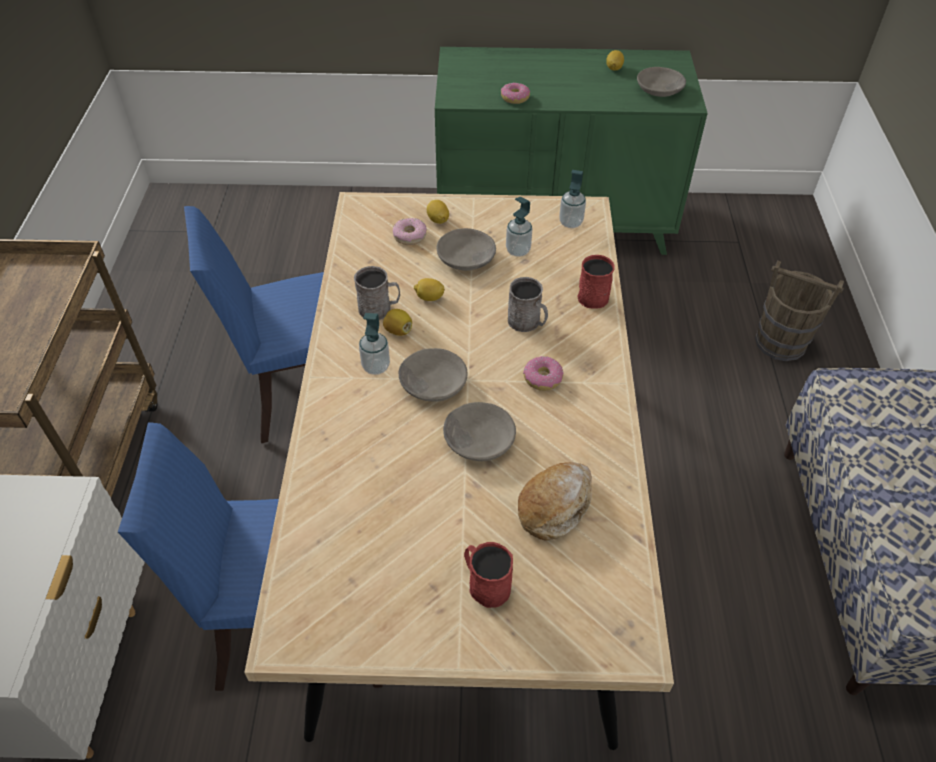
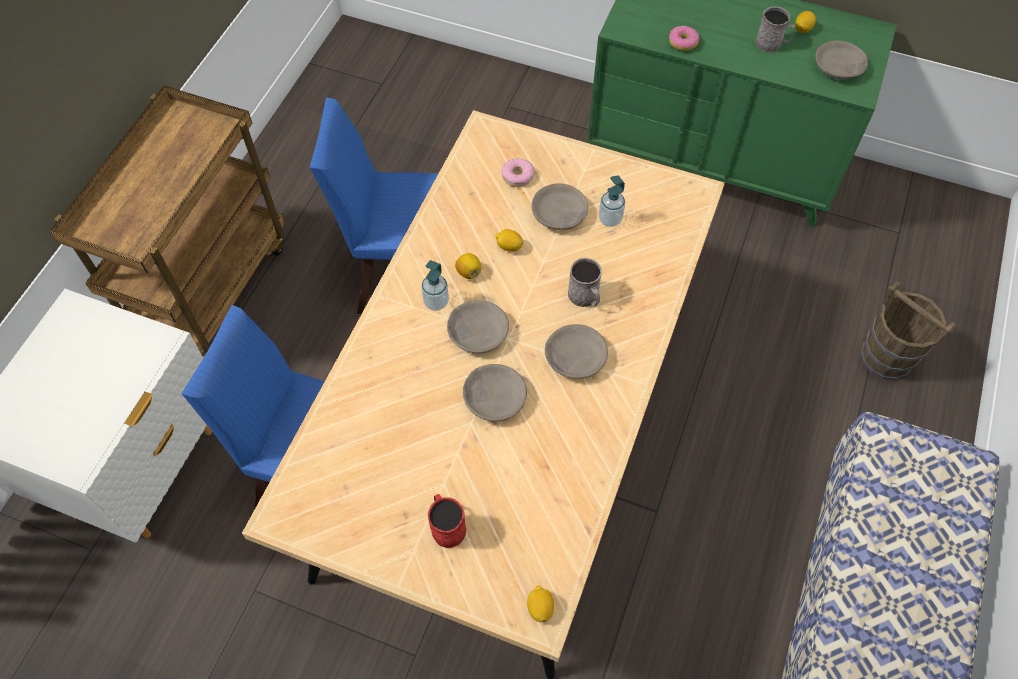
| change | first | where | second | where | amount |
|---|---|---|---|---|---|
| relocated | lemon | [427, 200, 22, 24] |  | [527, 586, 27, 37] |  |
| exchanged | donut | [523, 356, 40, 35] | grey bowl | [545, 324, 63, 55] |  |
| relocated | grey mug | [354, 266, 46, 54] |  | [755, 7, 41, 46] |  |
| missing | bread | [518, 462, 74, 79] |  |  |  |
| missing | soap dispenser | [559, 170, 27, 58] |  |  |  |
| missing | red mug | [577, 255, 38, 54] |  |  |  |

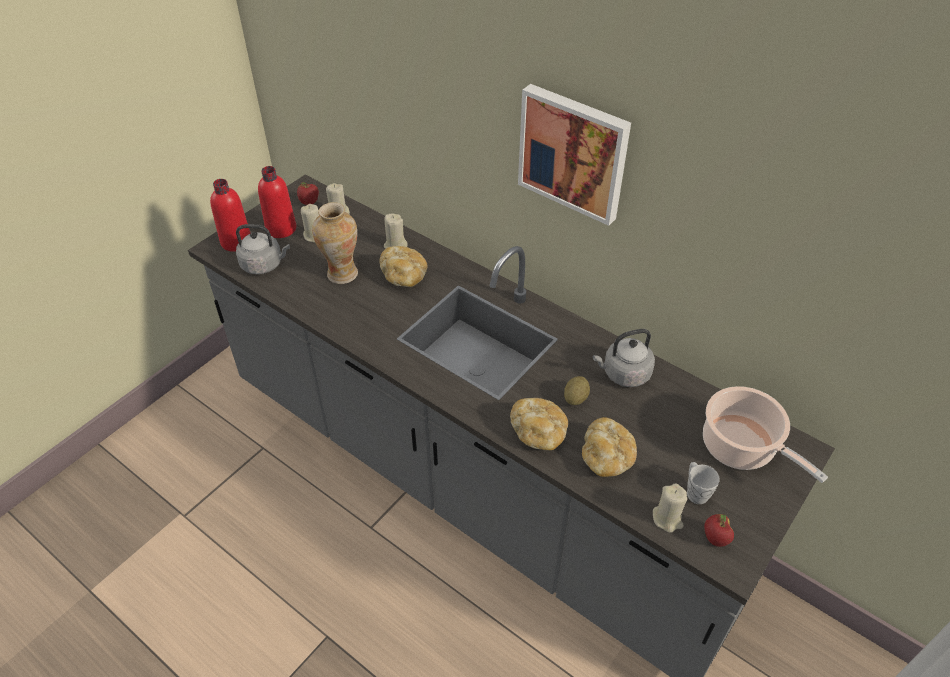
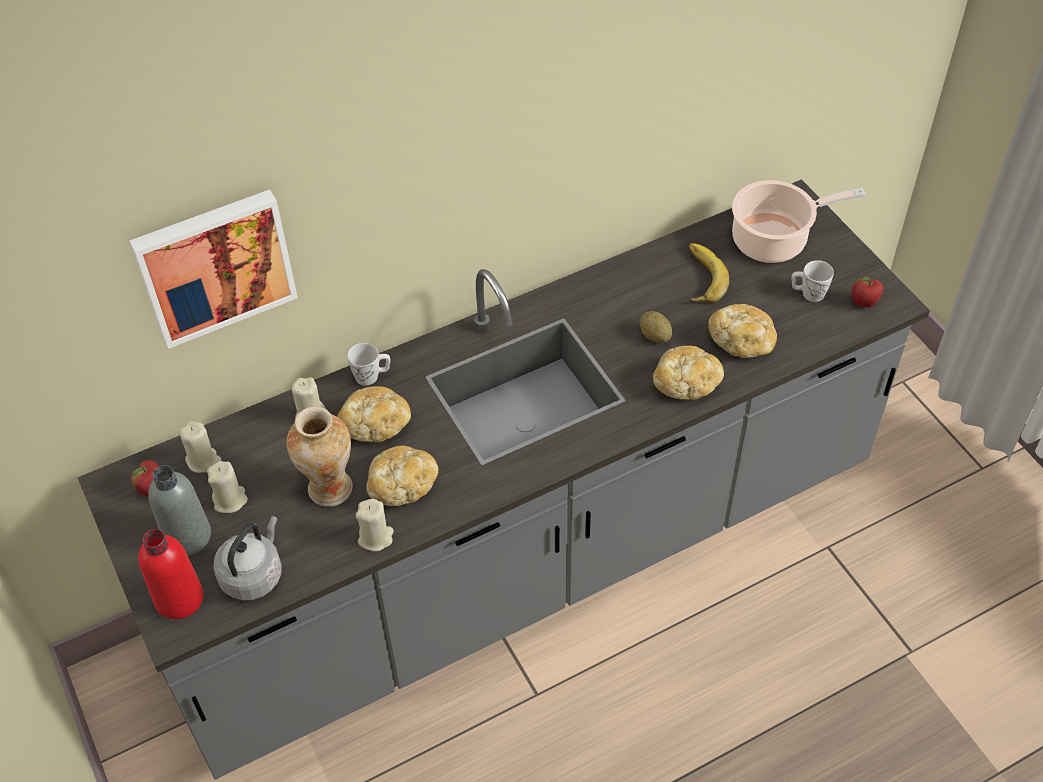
| change | first | where | second | where | amount |
|---|---|---|---|---|---|
| relocated | picture | [518, 84, 113, 142] |  | [130, 189, 168, 160] |  |
| colour | red bottle | [258, 166, 38, 72] | grey bottle | [148, 465, 63, 91] |  |
| appeared |  |  | white mug | [348, 343, 42, 43] |  |
| relocated | beige candle | [653, 483, 34, 50] |  | [356, 499, 38, 52] |  |
| appeared |  |  | bread | [366, 445, 73, 61] |  |
| appeared |  |  | banana | [689, 243, 40, 60] |  |
| missing | grey kettle | [593, 329, 62, 58] |  |  |  |

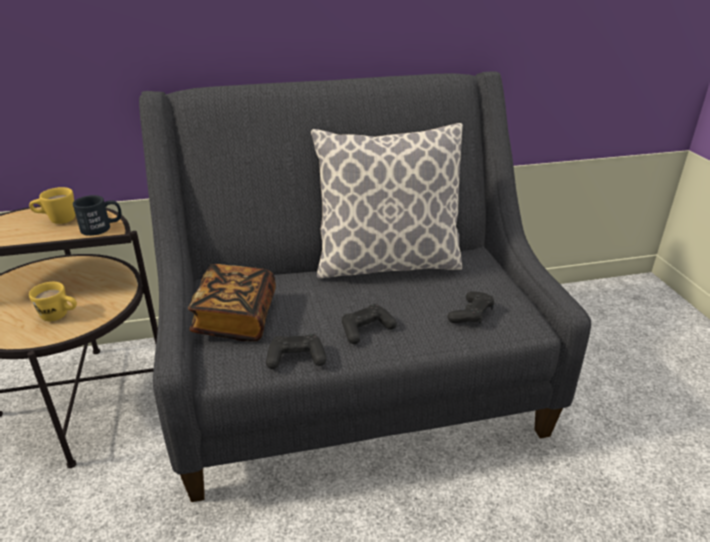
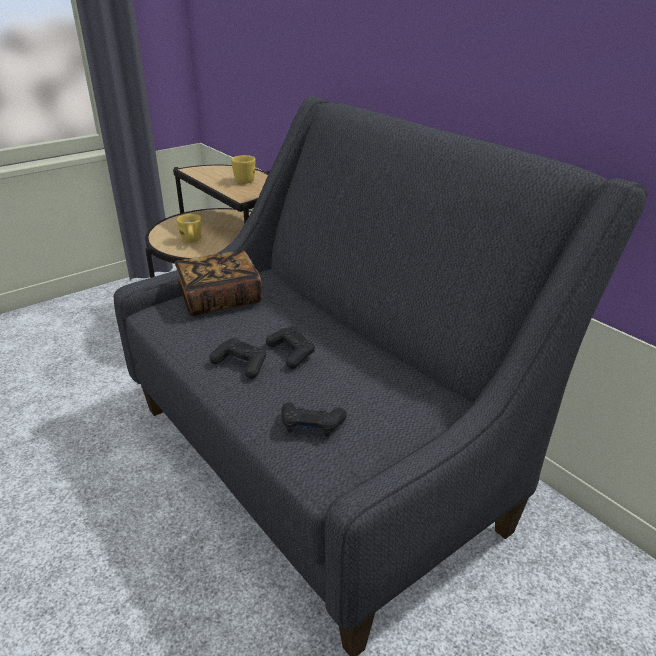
| change | first | where | second | where | amount |
|---|---|---|---|---|---|
| relocated | black game controller | [266, 334, 60, 35] |  | [266, 327, 49, 42] |  |
| missing | black mug | [73, 195, 48, 41] |  |  |  |
| missing | pillow | [311, 123, 152, 156] |  |  |  |

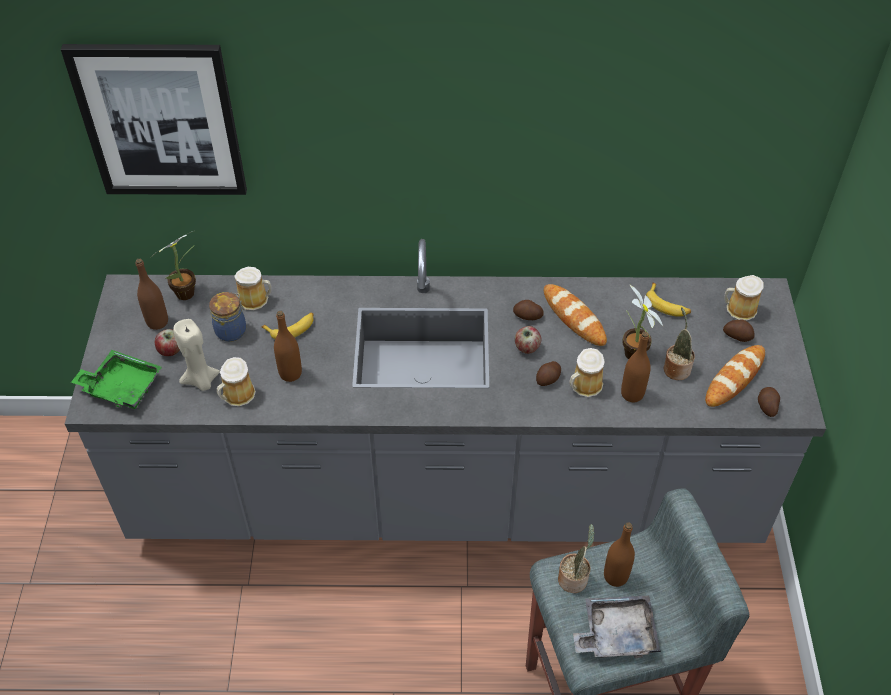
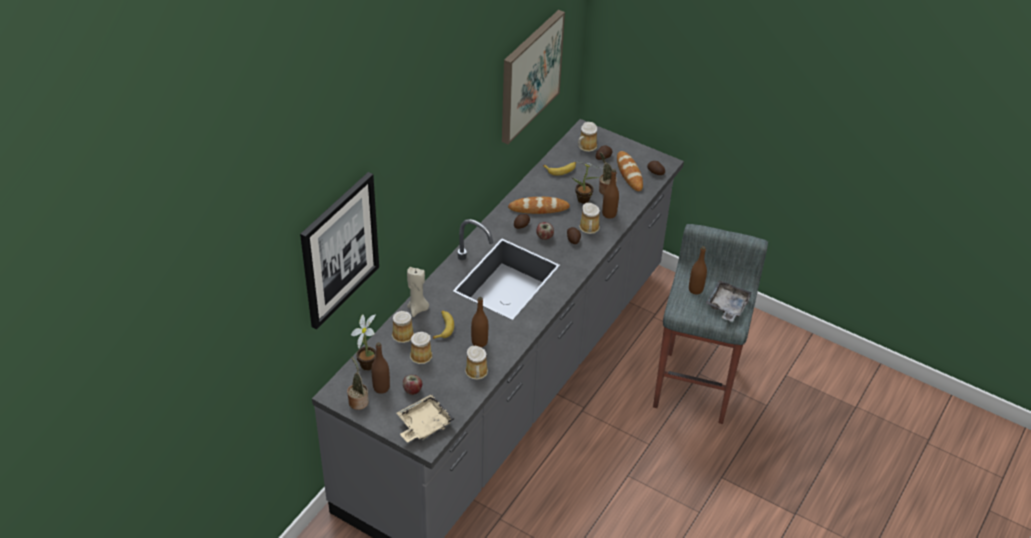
| change | first | where | second | where | amount |
|---|---|---|---|---|---|
| relocated | potted plant | [558, 524, 37, 69] |  | [347, 357, 22, 53] |  |
| colour | green tray | [71, 350, 91, 59] | beige tray | [397, 394, 57, 49] |  |
| relocated | beige candle | [173, 319, 47, 72] |  | [407, 267, 22, 50] |  |
| exchanged | jar | [209, 292, 37, 50] | mug | [410, 332, 22, 32] |  |
| appeared |  |  | picture | [502, 10, 63, 134] |  |

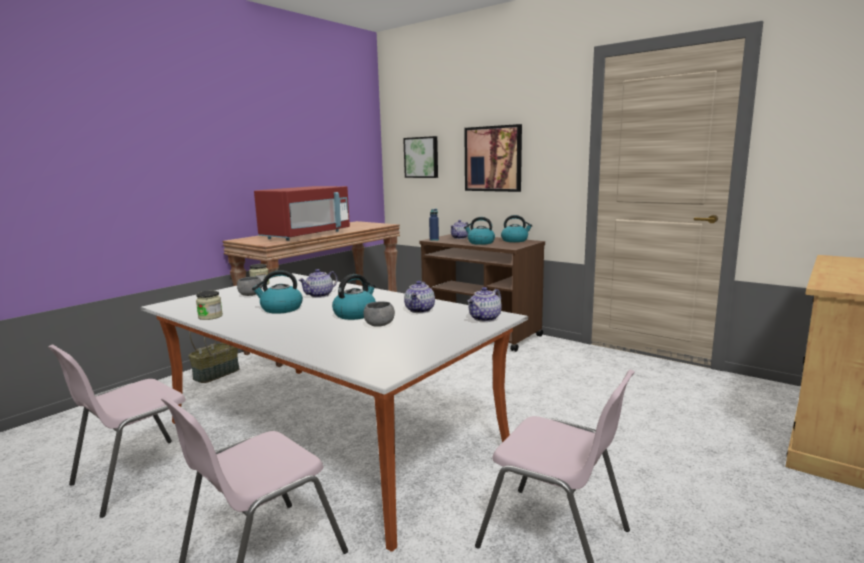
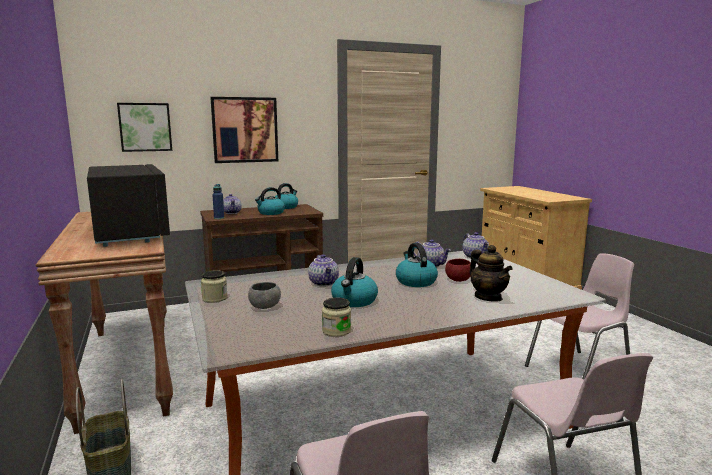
| change | first | where | second | where | amount |
|---|---|---|---|---|---|
| colour | red microwave | [254, 186, 96, 55] | black microwave | [87, 164, 83, 83] |  |
| colour | grey bowl | [363, 302, 32, 25] | red bowl | [445, 259, 25, 23] |  |
| appeared |  |  | teapot | [470, 245, 43, 57] |  |

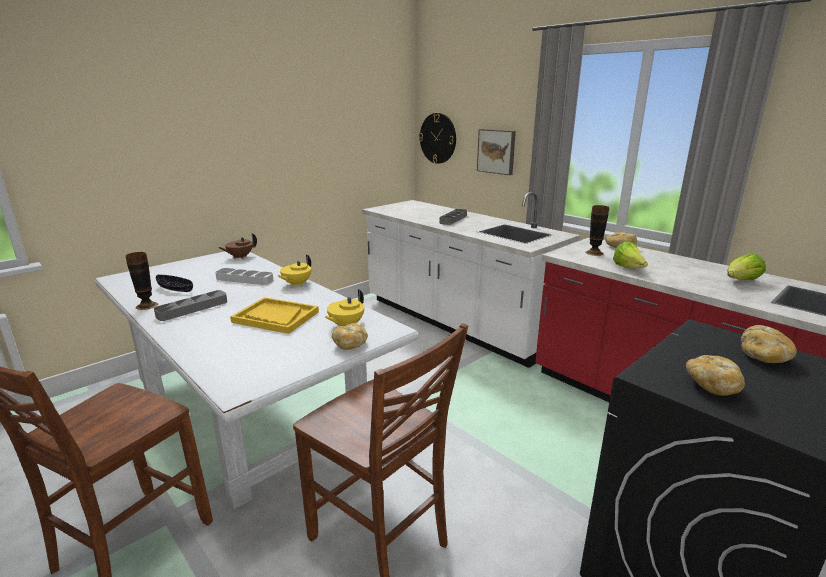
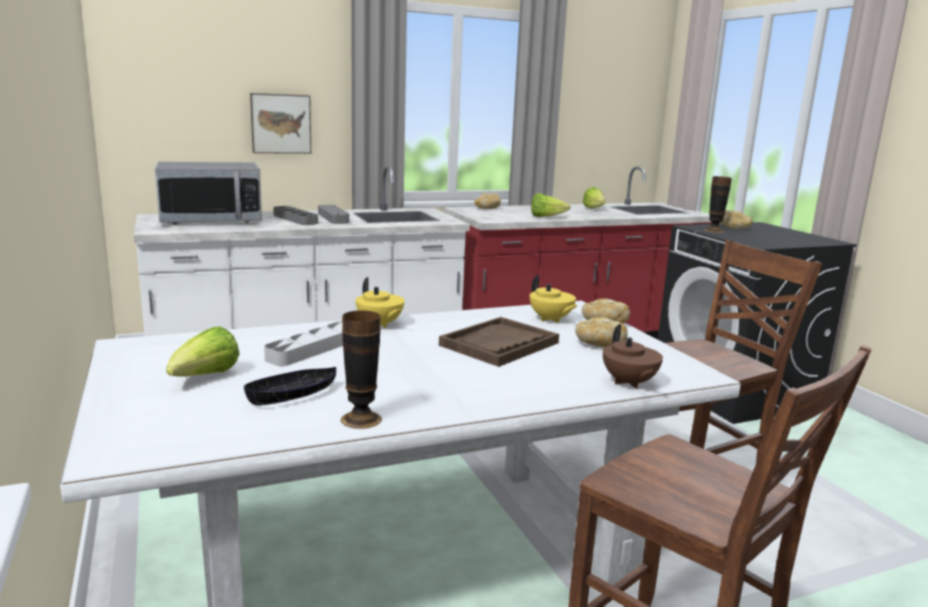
| change | first | where | second | where | amount |
|---|---|---|---|---|---|
| appeared |  |  | microwave | [155, 162, 107, 62] |  |
| appeared |  |  | lettuce | [166, 326, 74, 51] |  |
| relocated | grey tray | [154, 290, 73, 31] |  | [318, 205, 31, 19] |  |
| colour | yellow tray | [230, 297, 89, 37] | brown tray | [439, 317, 120, 50] |  |
| relocated | bread | [686, 355, 59, 41] |  | [575, 317, 53, 31] |  |
| relocated | brown teapot | [218, 233, 39, 26] |  | [603, 324, 60, 65] |  |
| relocated | vase | [585, 205, 24, 51] |  | [705, 176, 27, 57] |  |
| missing | wall clock | [419, 113, 37, 51] |  |  |  |

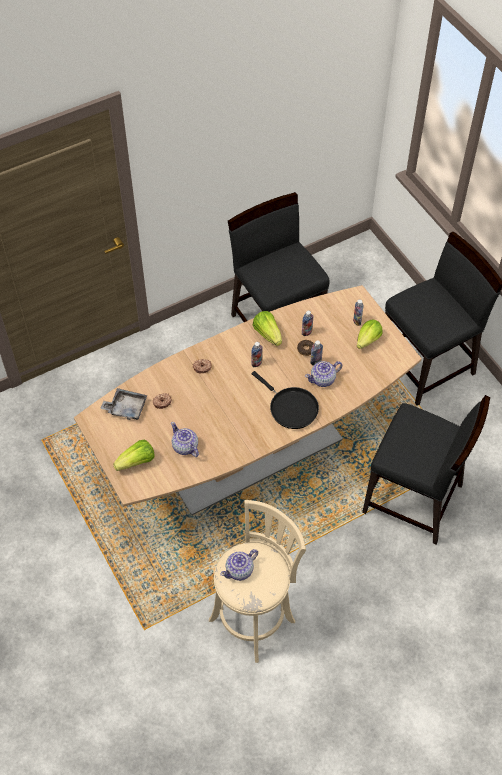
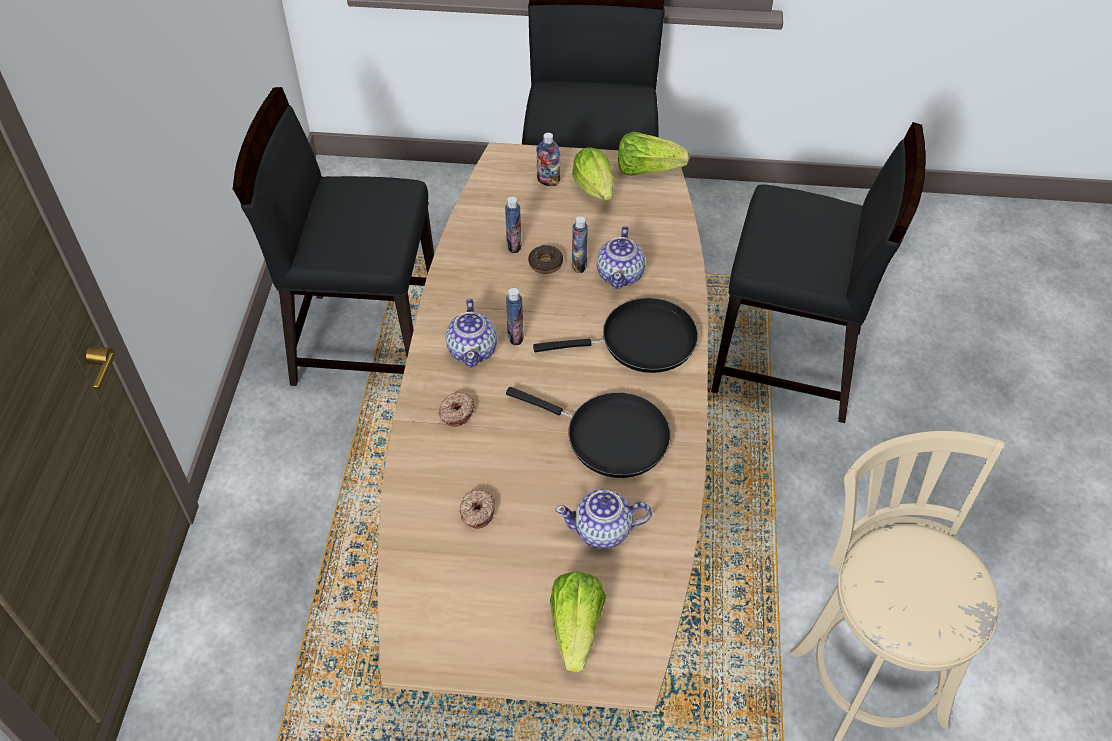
| change | first | where | second | where | amount |
|---|---|---|---|---|---|
| relocated | teapot | [220, 549, 38, 32] |  | [446, 299, 51, 69] |  |
| appeared |  |  | black frying pan | [506, 387, 165, 91] |  |
| relocated | lettuce | [253, 311, 29, 35] |  | [618, 132, 71, 44] |  |
| spun | black chair | [362, 395, 128, 150] |  | [711, 122, 215, 301] | 45 degrees clockwise |
| missing | grey tray | [100, 388, 47, 32] |  |  |  |

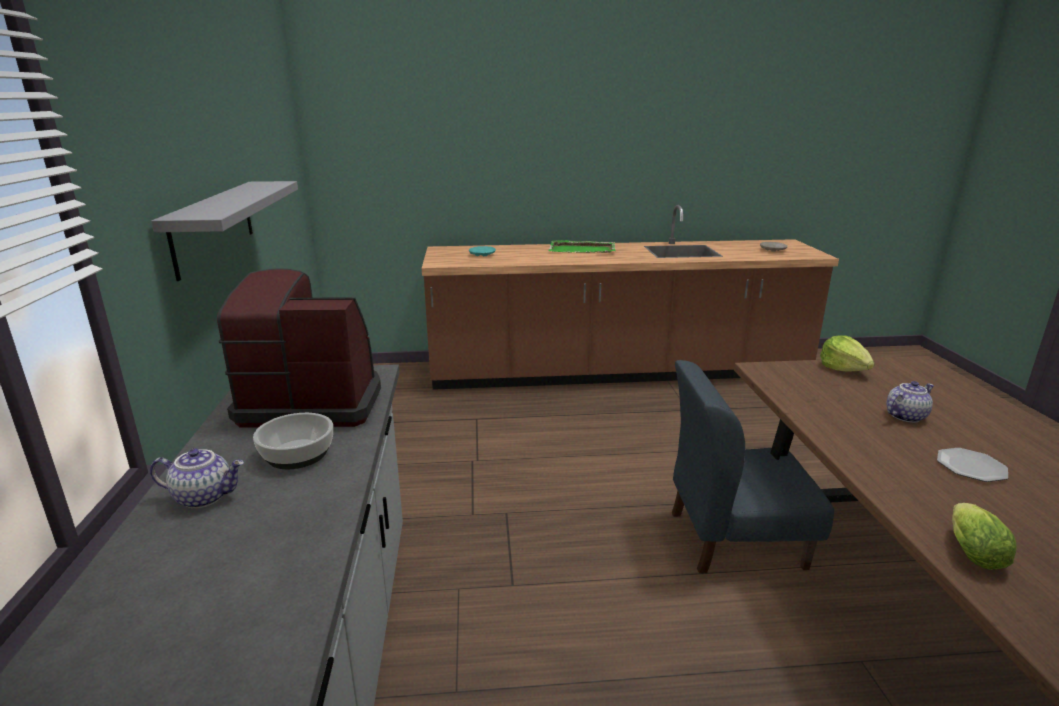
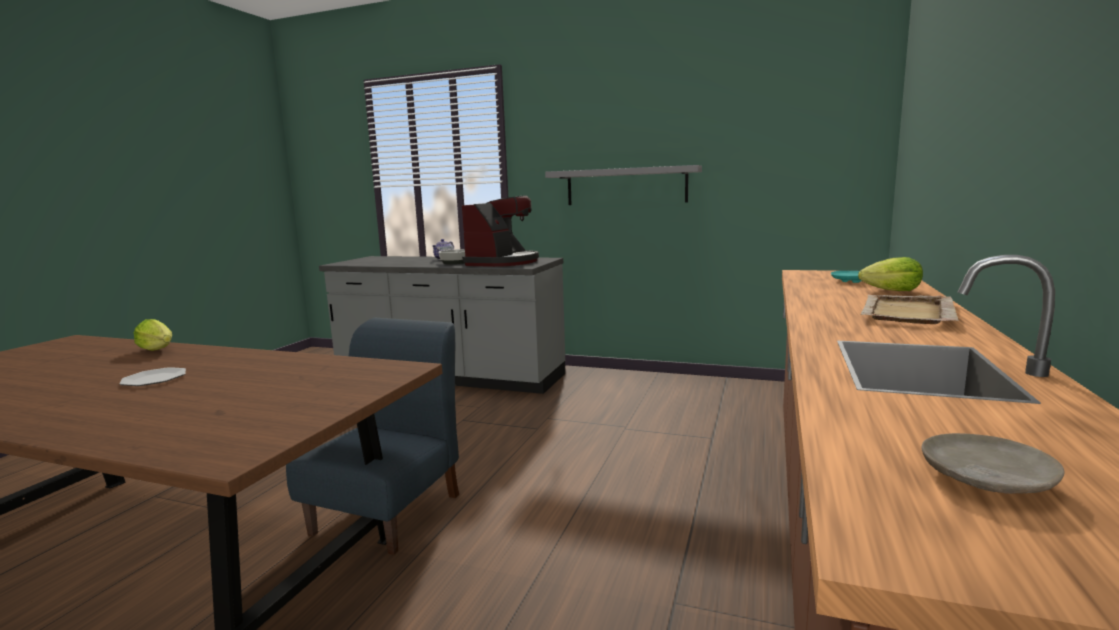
| change | first | where | second | where | amount |
|---|---|---|---|---|---|
| relocated | lettuce | [820, 335, 55, 36] |  | [858, 257, 65, 34] |  |
| colour | green tray | [549, 240, 67, 13] | beige tray | [861, 295, 98, 29] |  |
| missing | teapot | [886, 381, 48, 42] |  |  |  |

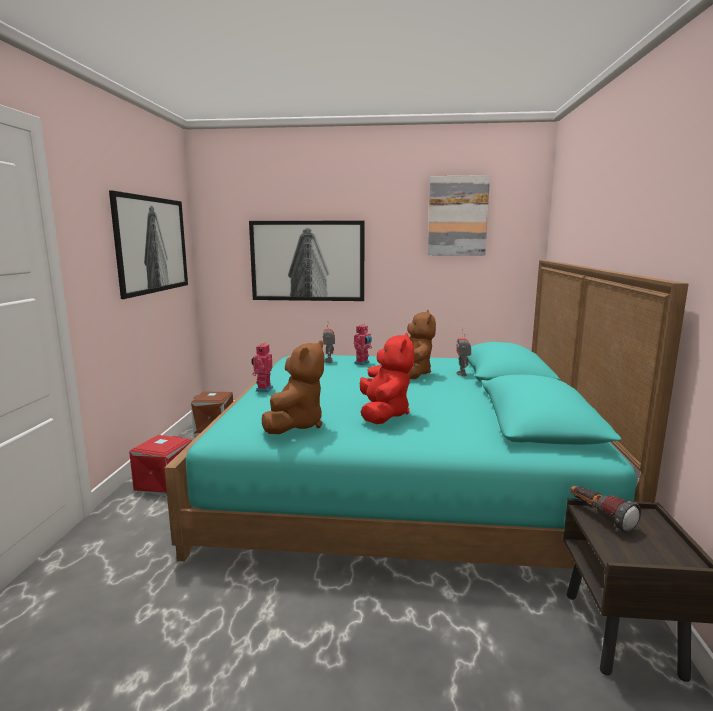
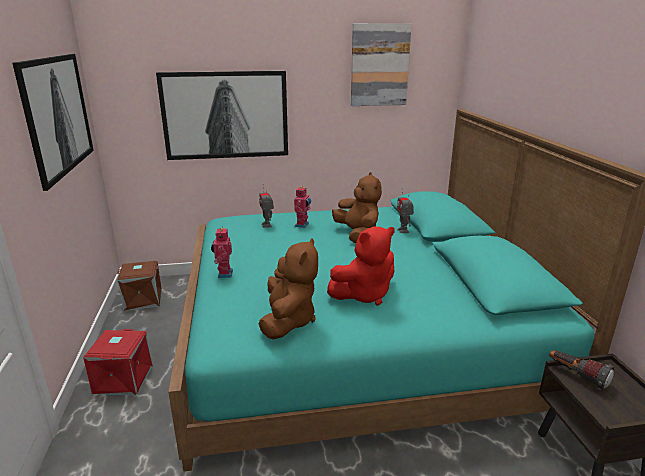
| change | first | where | second | where | amount |
|---|---|---|---|---|---|
| spun | red plush toy | [360, 332, 54, 92] |  | [327, 226, 68, 80] | 75 degrees clockwise |

